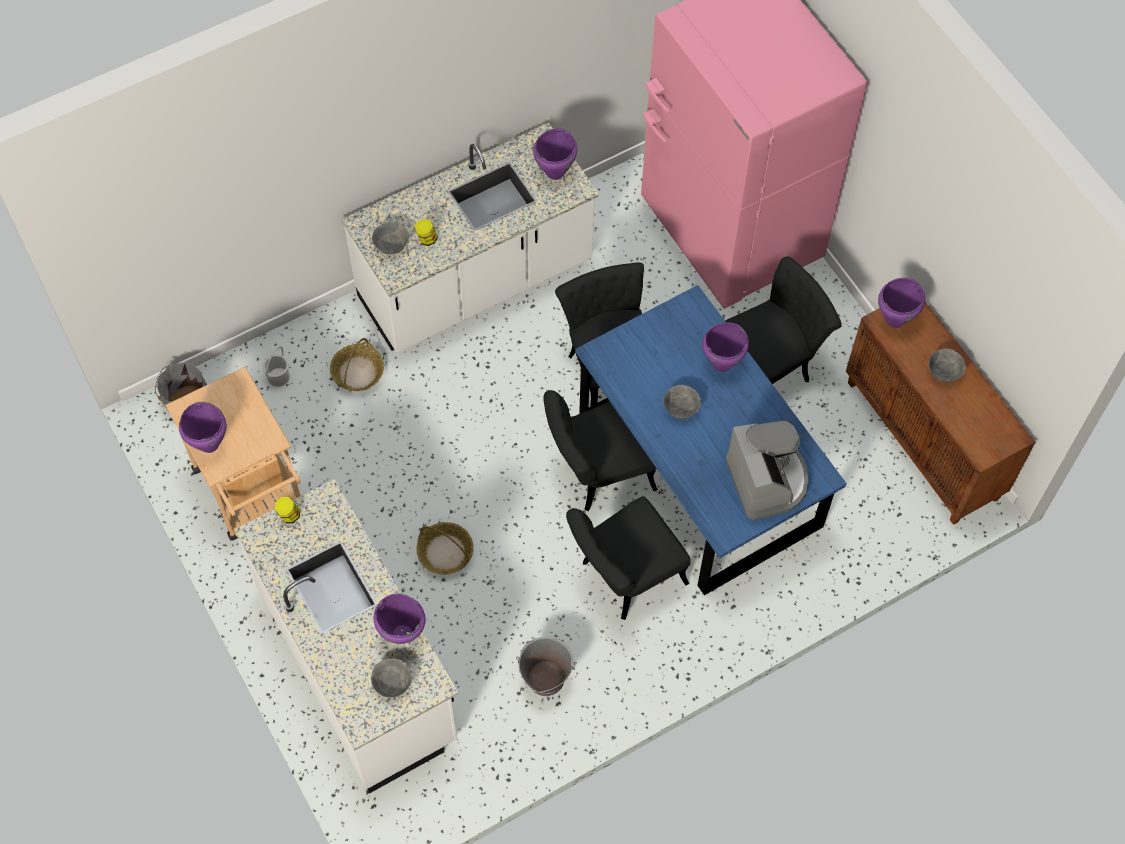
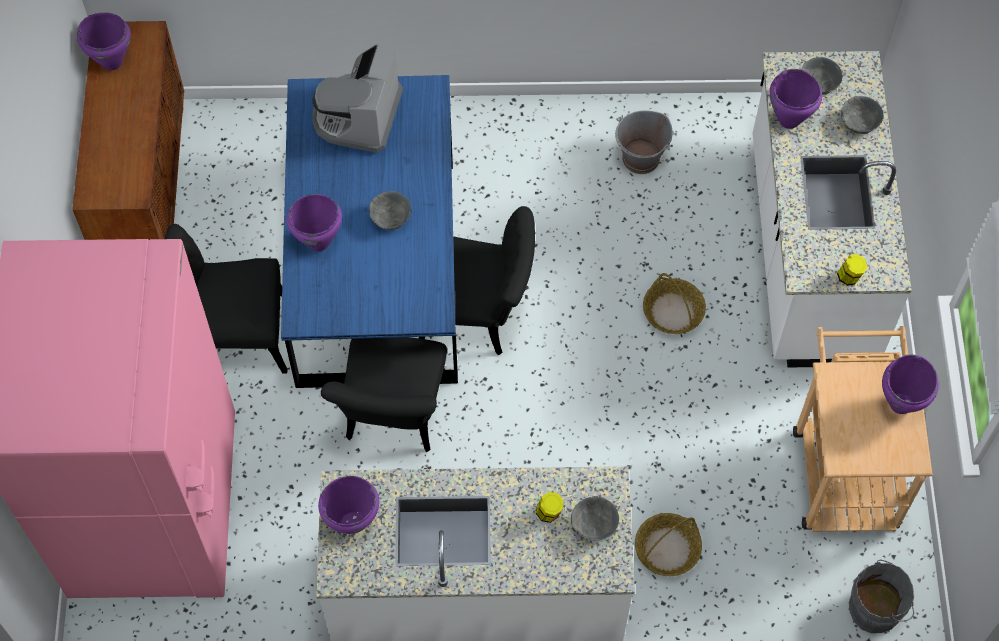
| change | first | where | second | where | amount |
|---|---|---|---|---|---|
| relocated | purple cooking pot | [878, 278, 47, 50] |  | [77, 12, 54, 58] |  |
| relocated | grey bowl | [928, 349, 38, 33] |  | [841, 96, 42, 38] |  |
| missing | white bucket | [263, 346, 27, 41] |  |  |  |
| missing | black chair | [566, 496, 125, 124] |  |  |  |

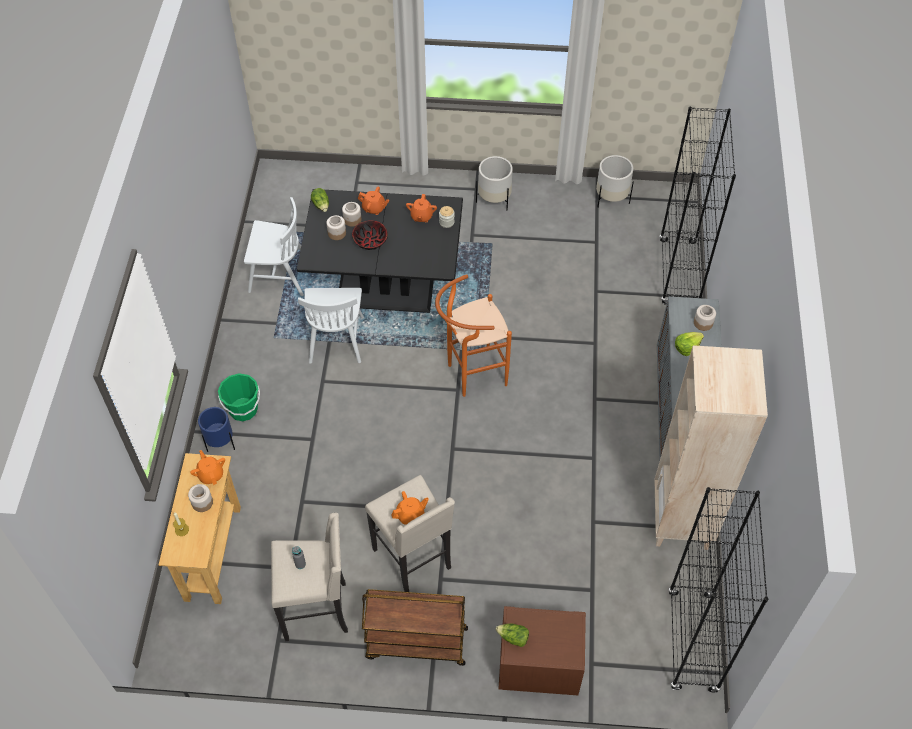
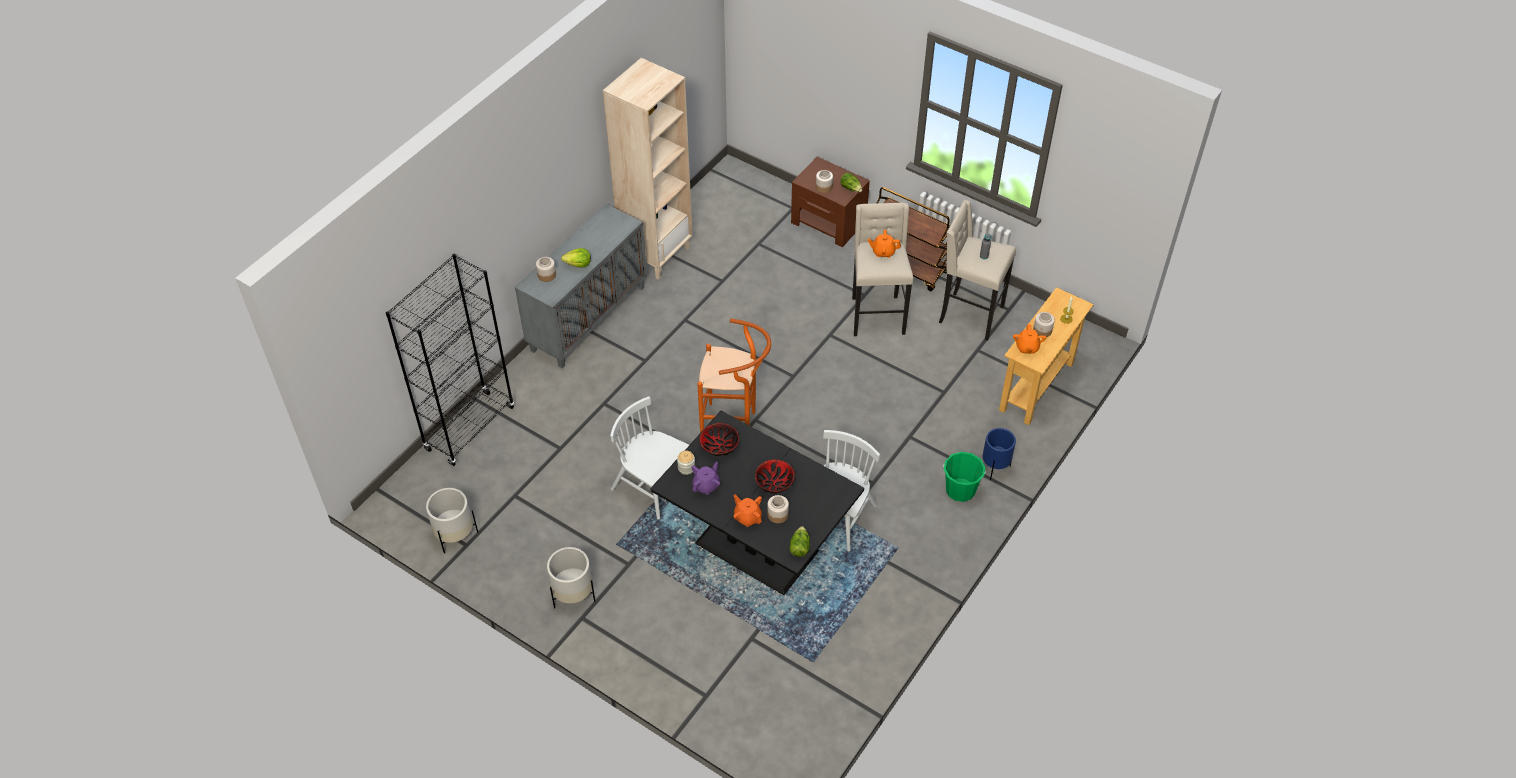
| change | first | where | second | where | amount |
|---|---|---|---|---|---|
| relocated | white chair | [244, 197, 60, 99] |  | [610, 396, 79, 124] |  |
| colour | orange teapot | [406, 194, 31, 28] | purple teapot | [691, 461, 29, 34] |  |
| appeared |  |  | bowl | [699, 423, 40, 33] |  |
| relocated | jar | [327, 215, 19, 25] |  | [816, 170, 17, 23] |  |
| missing | black bookcase | [668, 487, 100, 206] |  |  |  |

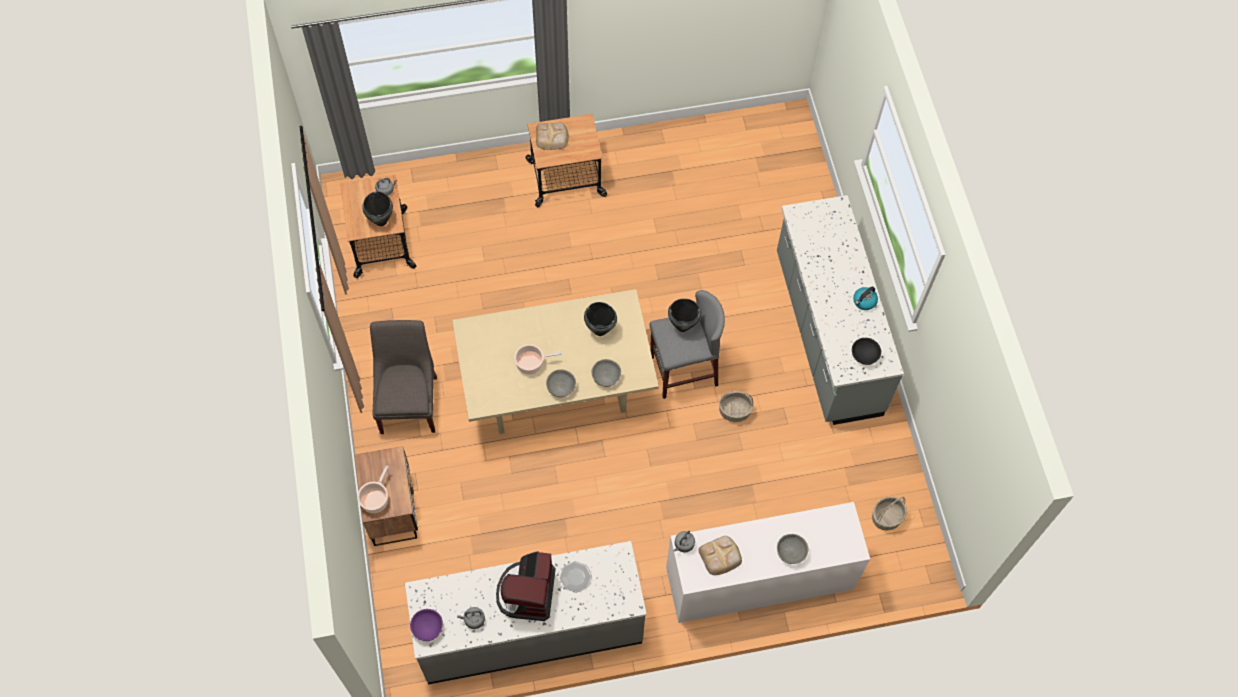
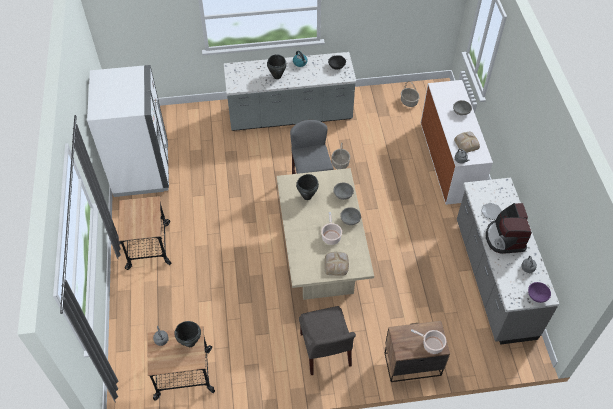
| change | first | where | second | where | amount |
|---|---|---|---|---|---|
| appeared |  |  | white fridge | [87, 65, 82, 132] |  |
| relocated | black cooking pot | [668, 298, 33, 34] |  | [267, 54, 20, 25] |  |
| spun | grey chair | [370, 320, 67, 114] |  | [299, 306, 57, 69] | 105 degrees counterclockwise |
| relocated | bread | [536, 123, 33, 27] |  | [324, 252, 25, 24] |  |
| spun | coffee machine | [496, 551, 60, 70] |  | [486, 203, 46, 51] | 75 degrees clockwise |

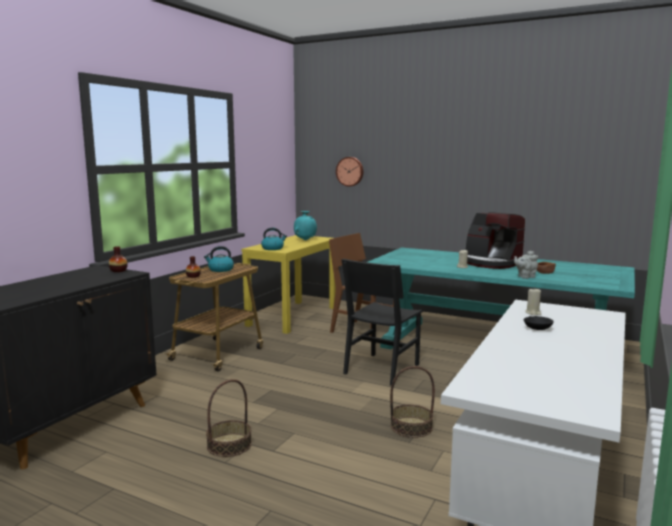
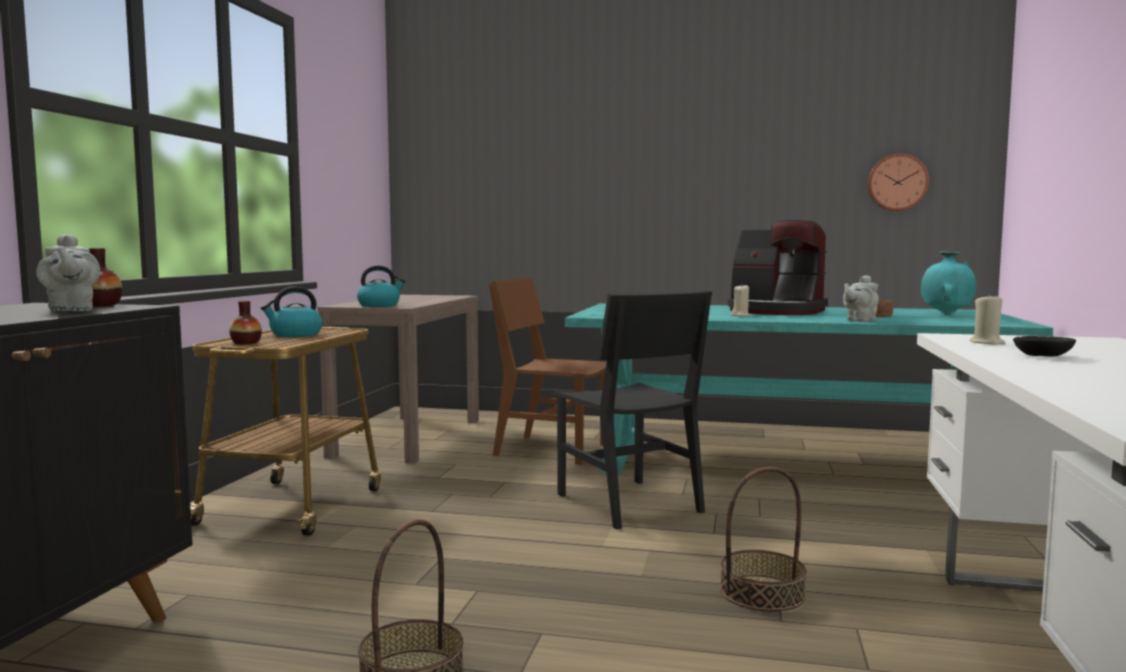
| change | first | where | second | where | amount |
|---|---|---|---|---|---|
| appeared |  |  | grey teapot | [36, 233, 64, 78] |  |
| colour | yellow console table | [241, 235, 95, 99] | brown console table | [317, 295, 162, 169] |  |
| spun | black chair | [341, 259, 82, 127] |  | [554, 291, 158, 239] | 45 degrees counterclockwise |
| relocated | wall clock | [336, 157, 27, 30] |  | [868, 154, 61, 57] |  |
| relocated | turquoise vase | [294, 211, 23, 29] |  | [921, 252, 55, 63] |  |

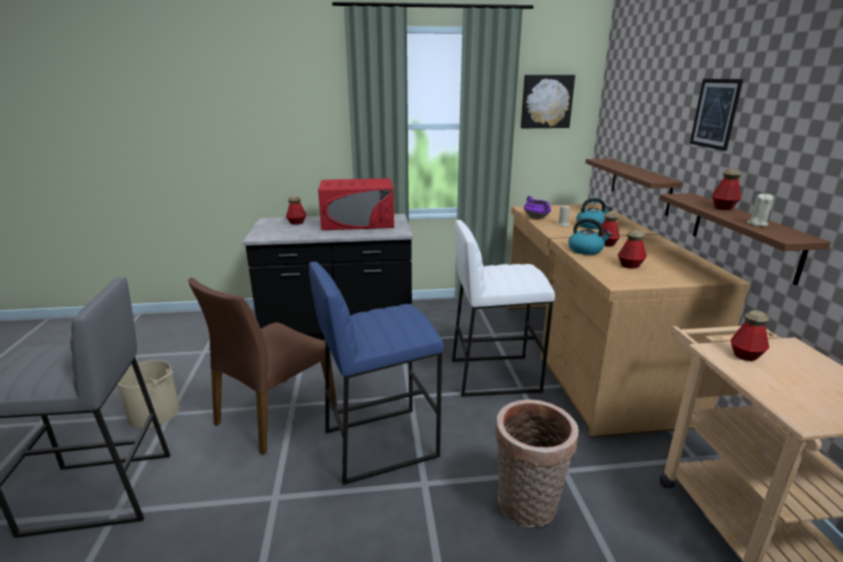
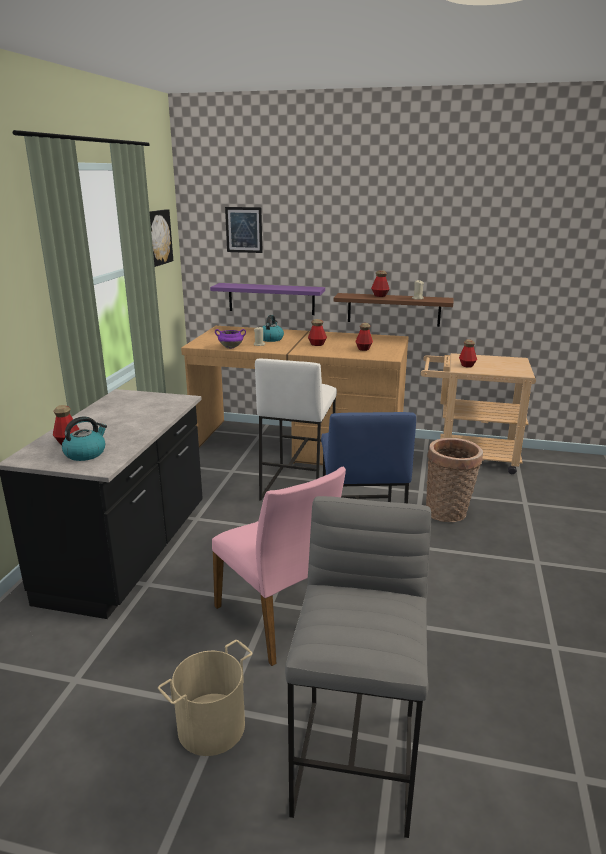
| change | first | where | second | where | amount |
|---|---|---|---|---|---|
| relocated | kettle | [569, 218, 43, 37] |  | [62, 416, 45, 45] |  |
| colour | brown shelf | [585, 159, 98, 57] | purple shelf | [210, 283, 115, 32] |  |
| colour | brown chair | [188, 277, 149, 178] | pink chair | [212, 467, 134, 199] |  |
| relocated | picture | [690, 79, 53, 72] |  | [225, 207, 38, 46] |  |
| missing | red microwave | [318, 178, 76, 52] |  |  |  |

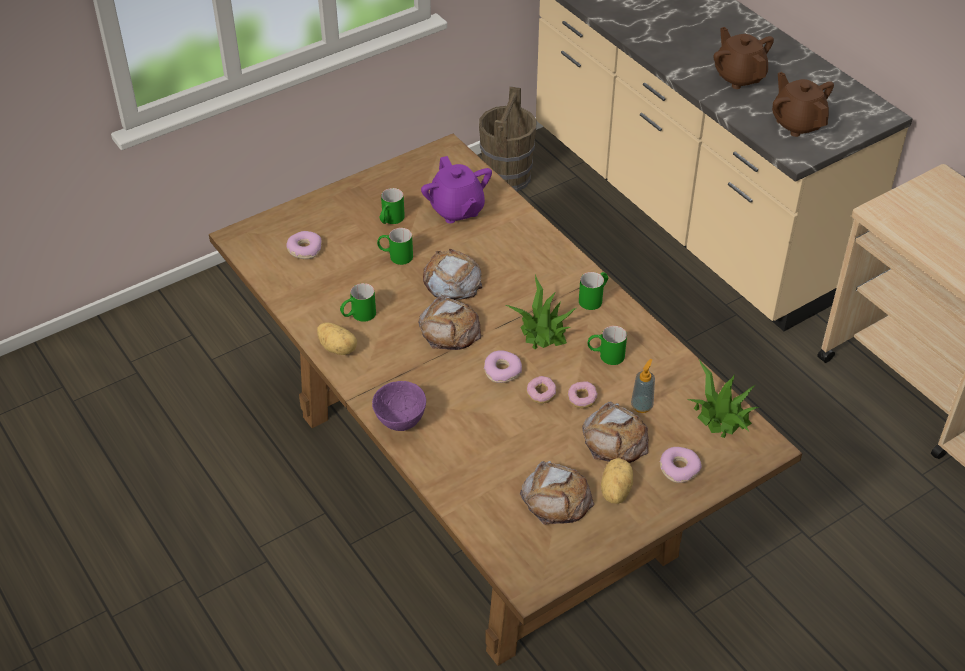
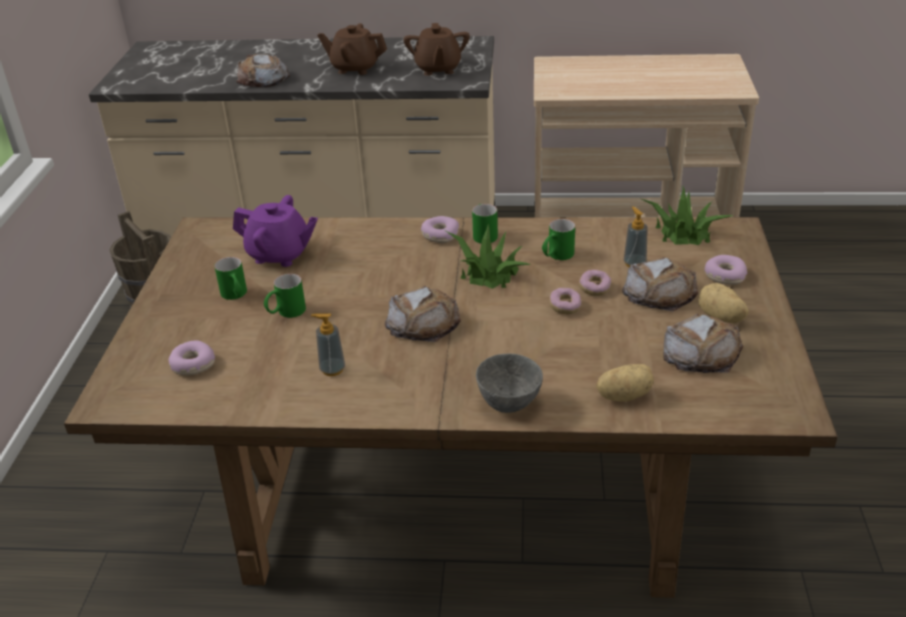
| change | first | where | second | where | amount |
|---|---|---|---|---|---|
| relocated | bread | [423, 249, 59, 51] |  | [236, 54, 54, 33] |  |
| exchanged | green mug | [340, 283, 36, 39] | soap dispenser | [311, 313, 34, 63] |  |
| spun | brown teapot | [772, 72, 62, 65] |  | [403, 23, 67, 53] | 105 degrees counterclockwise |
| relocated | donut | [484, 350, 38, 33] |  | [421, 216, 38, 27] |  |
| colour | purple bowl | [372, 381, 54, 50] | grey bowl | [476, 354, 67, 59] |  |
| relocated | potato | [317, 322, 40, 33] |  | [596, 364, 58, 38] |  |

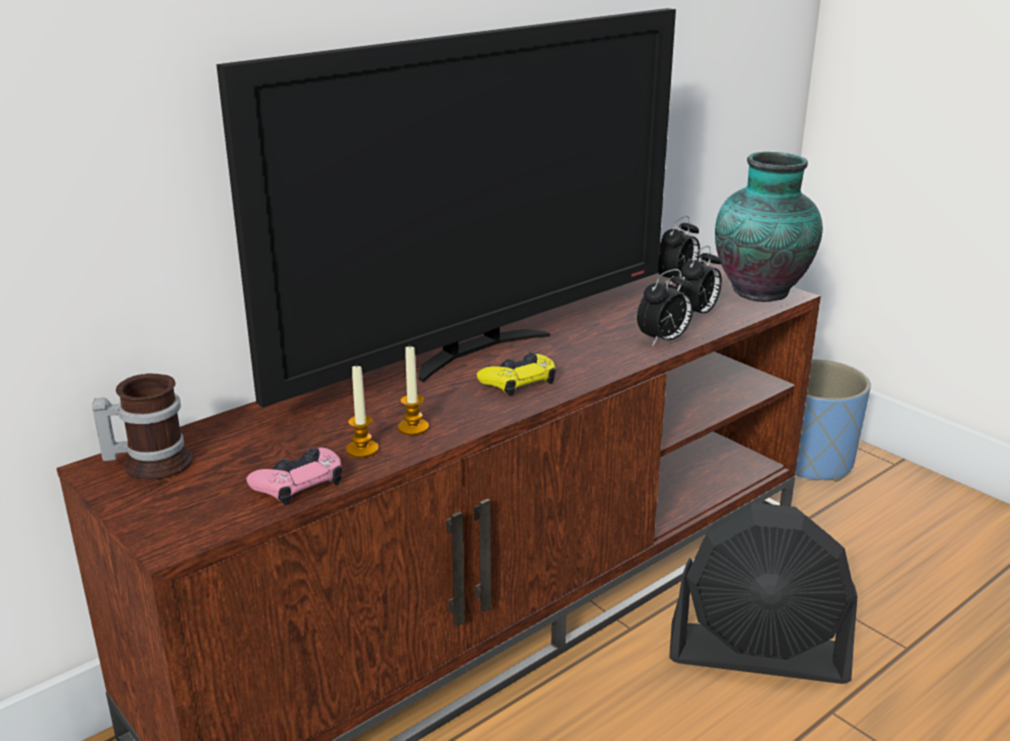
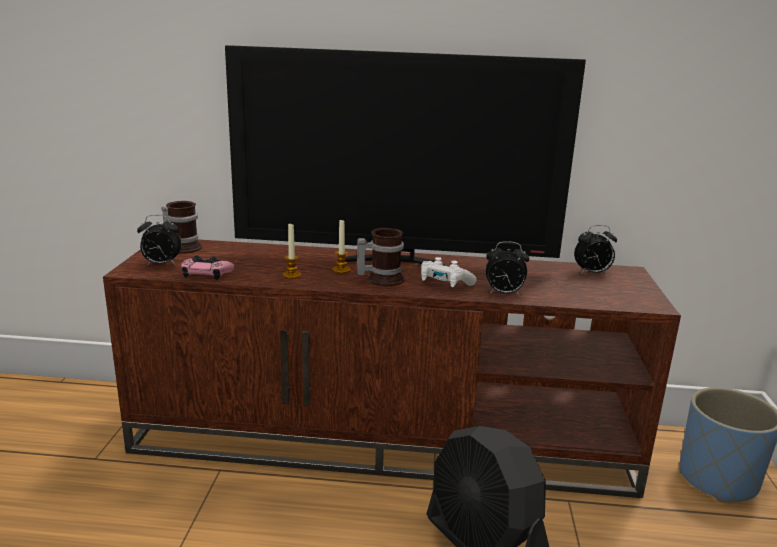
| change | first | where | second | where | amount |
|---|---|---|---|---|---|
| relocated | alarm clock | [675, 246, 47, 67] |  | [137, 215, 45, 50] |  |
| relocated | candle | [346, 364, 32, 94] |  | [332, 220, 18, 54] |  |
| exchanged | yellow game controller | [477, 352, 79, 44] | mug | [357, 228, 48, 58] |  |
| appeared |  |  | white game controller | [421, 257, 56, 30] |  |
| missing | vase | [715, 152, 108, 150] |  |  |  |

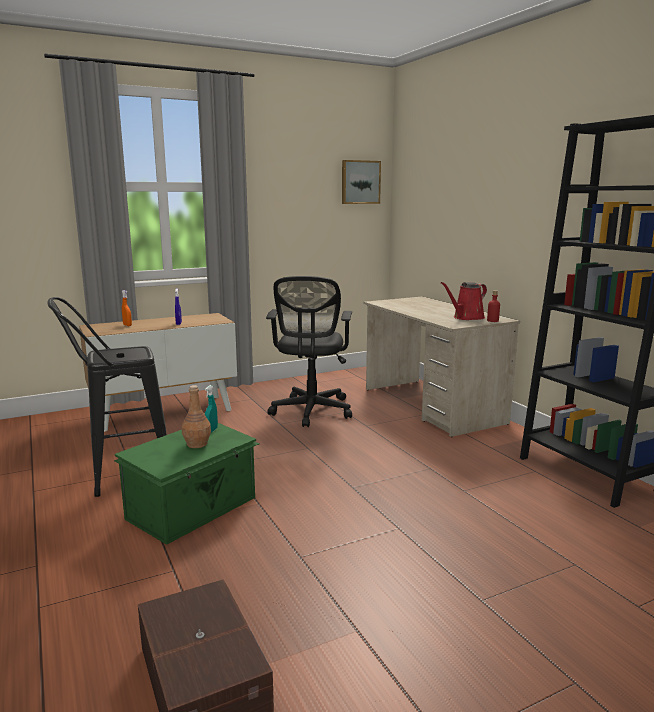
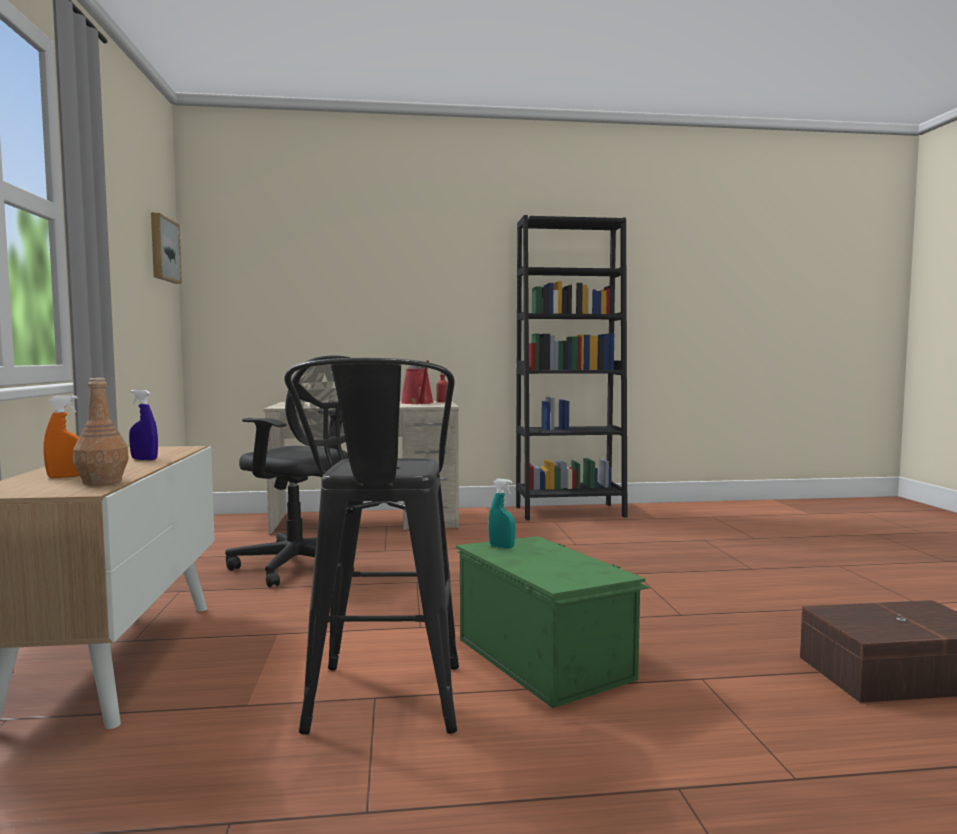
| change | first | where | second | where | amount |
|---|---|---|---|---|---|
| relocated | brown bottle | [182, 385, 29, 63] |  | [73, 378, 56, 107] |  |

